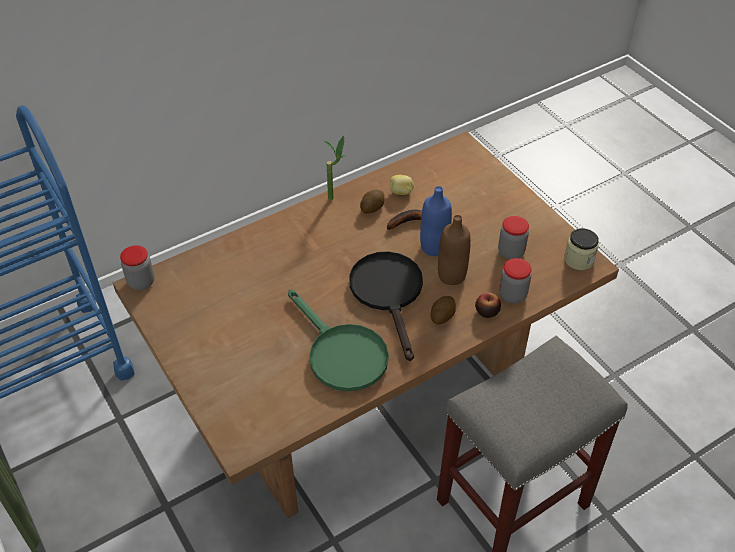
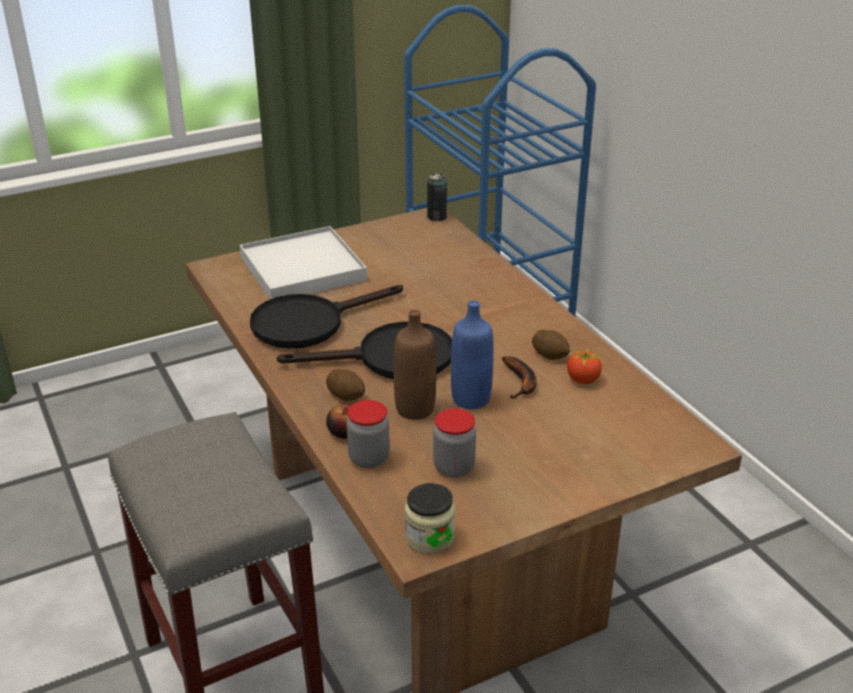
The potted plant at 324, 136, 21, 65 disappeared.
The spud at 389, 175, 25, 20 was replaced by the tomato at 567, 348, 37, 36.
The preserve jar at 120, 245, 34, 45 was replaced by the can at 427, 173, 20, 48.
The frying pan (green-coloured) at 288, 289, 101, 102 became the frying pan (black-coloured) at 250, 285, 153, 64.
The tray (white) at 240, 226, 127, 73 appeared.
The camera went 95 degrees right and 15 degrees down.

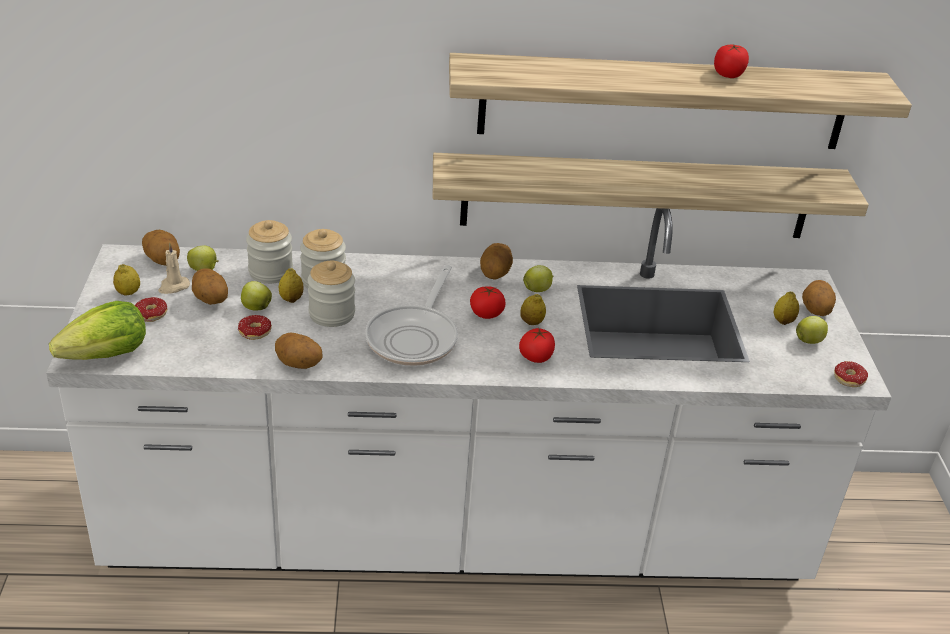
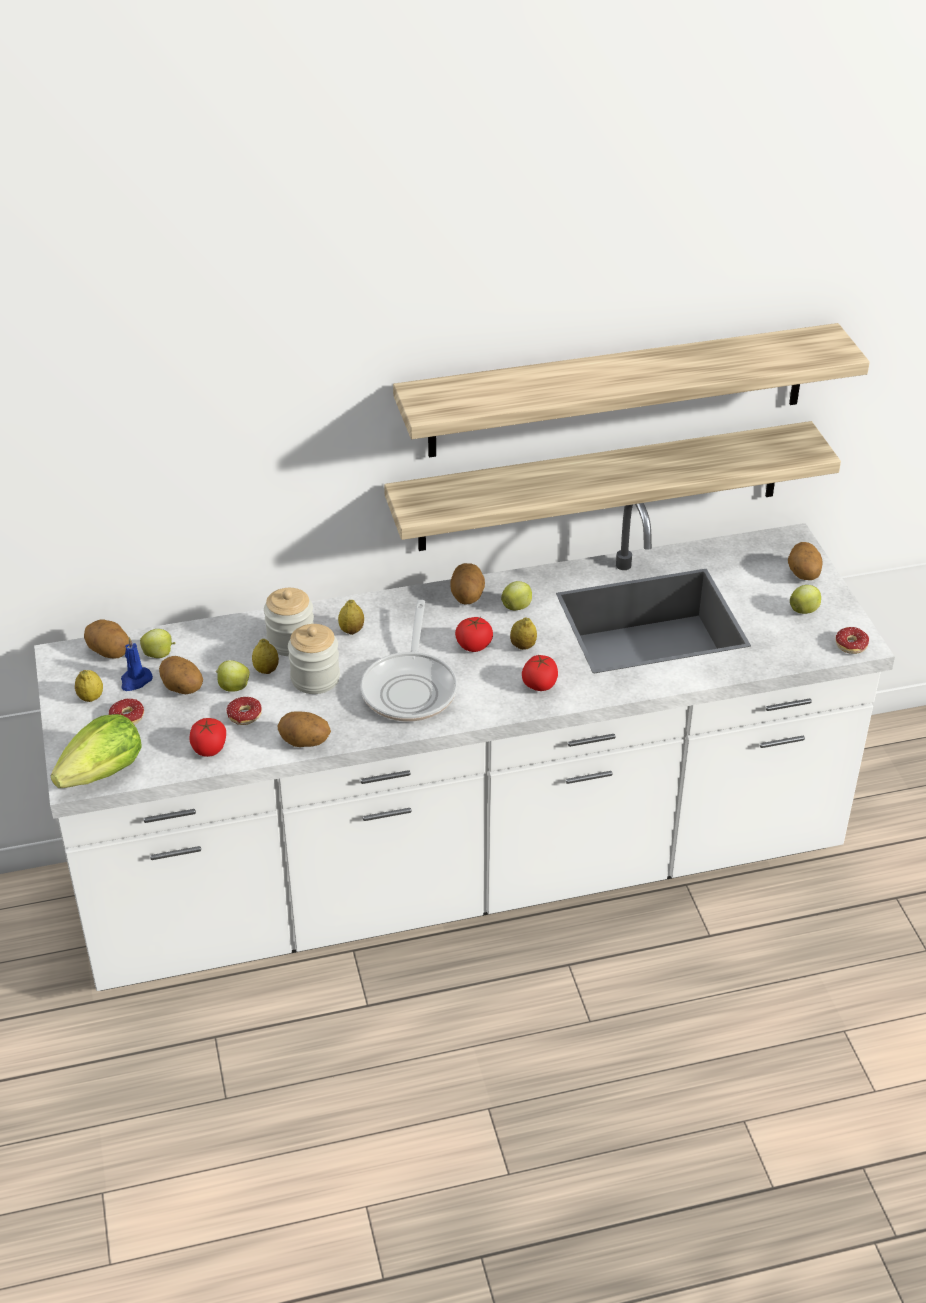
The tomato moved from 714, 45, 35, 33 to 190, 718, 36, 39.
The preserve jar at 246, 220, 47, 64 disappeared.
The candle (sand-coloured) at 158, 242, 32, 52 became the candle (blue) at 121, 637, 32, 54.
The lemon moved from 774, 291, 25, 34 to 338, 600, 26, 35.
The camera went 10 degrees left and 5 degrees up.

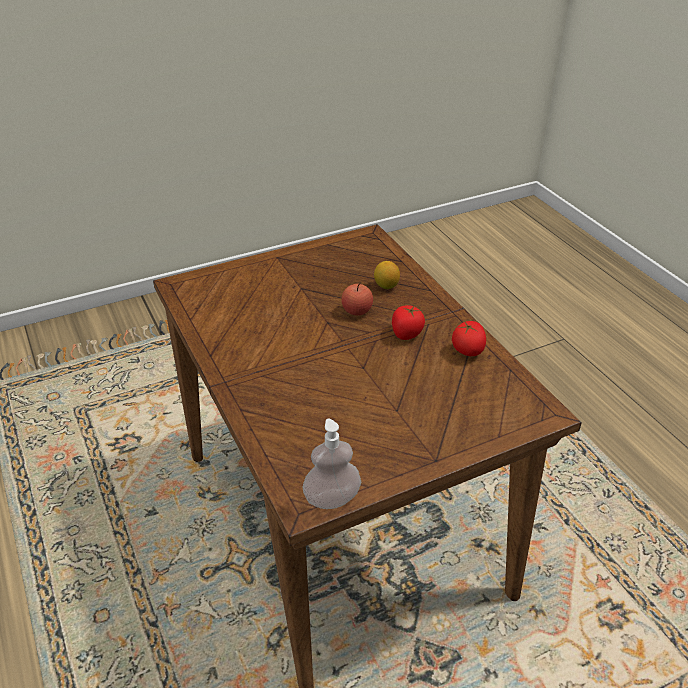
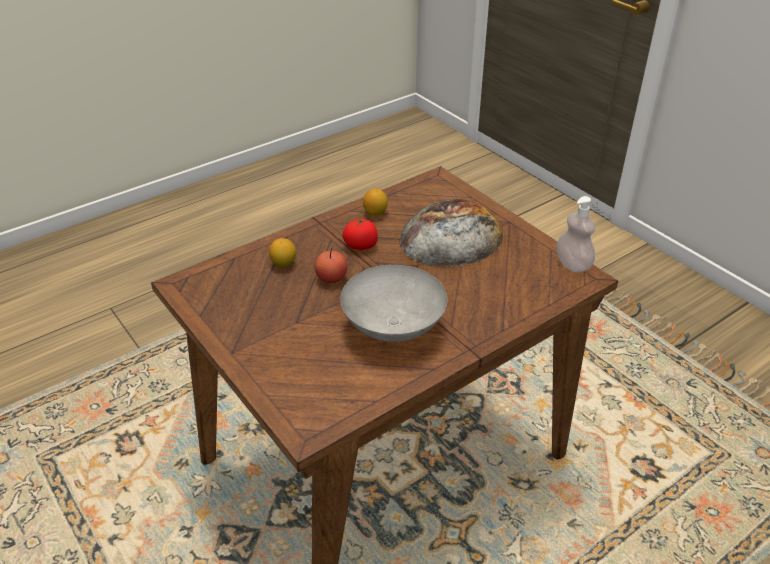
The tomato at 452, 321, 34, 35 was replaced by the lemon at 363, 189, 25, 26.
The bakery bread at 399, 198, 105, 69 appeared.
The deep dish (greyish) at 340, 265, 107, 77 appeared.
The camera went 100 degrees left and 0 degrees up.

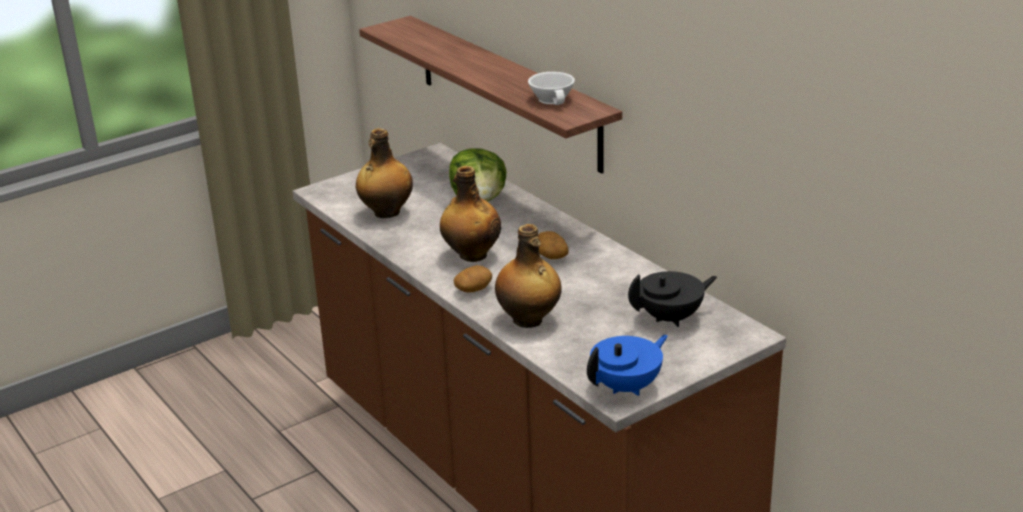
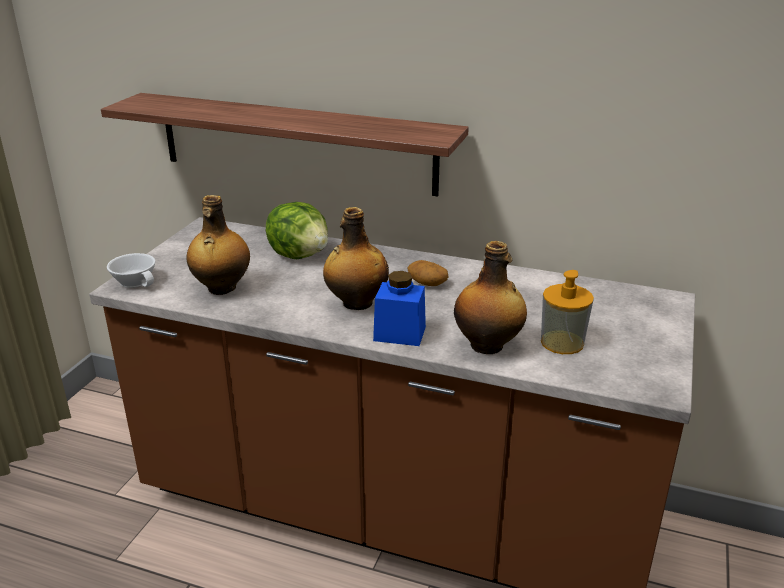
The drinking cup (white) moved from 528, 72, 47, 33 to 107, 253, 48, 35.
The spud at 454, 265, 38, 27 was replaced by the preserve jar (blue) at 373, 271, 53, 75.
The teapot (black-coloured) at 628, 271, 89, 56 disappeared.
The teapot (blue) at 587, 335, 81, 61 disappeared.
The soap bottle at 541, 270, 53, 84 appeared.
The camera went 35 degrees left and 0 degrees up.

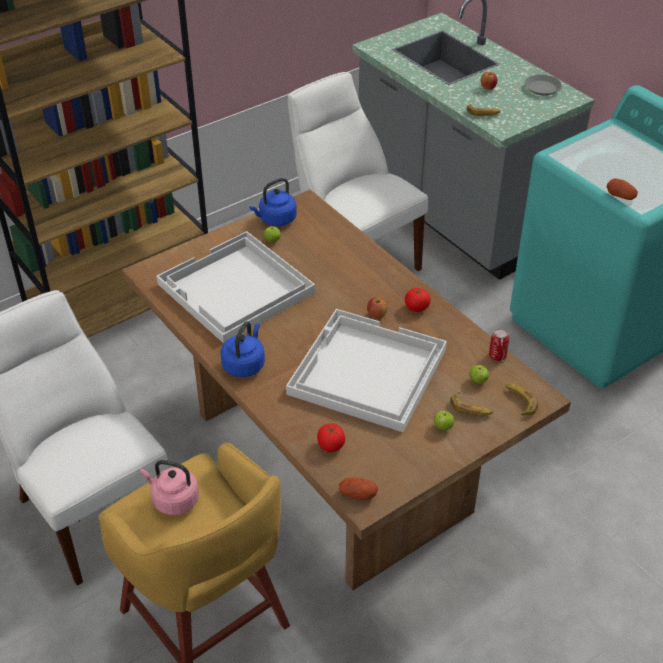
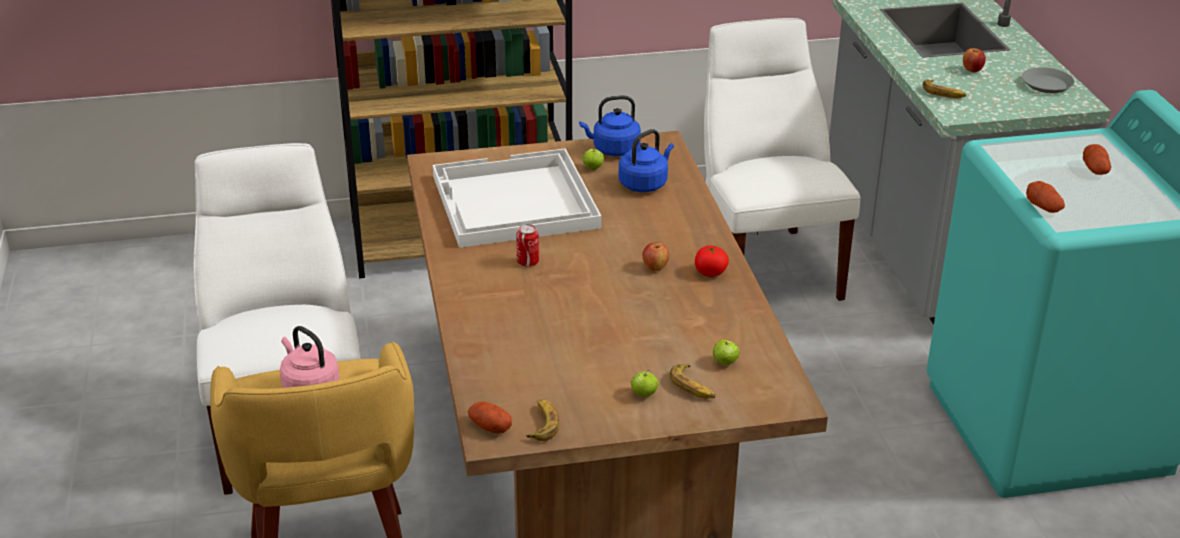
The tray (white) at 286, 309, 161, 123 disappeared.
The tea kettle (blue) moved from 220, 321, 45, 56 to 619, 129, 55, 63.
The can moved from 489, 328, 20, 33 to 516, 224, 23, 43.
The banana fruit moved from 506, 384, 32, 31 to 526, 400, 33, 41.
The tomato at 317, 423, 28, 29 disappeared.
The spud at 1083, 144, 28, 31 appeared.
The camera went 25 degrees right and 10 degrees down.

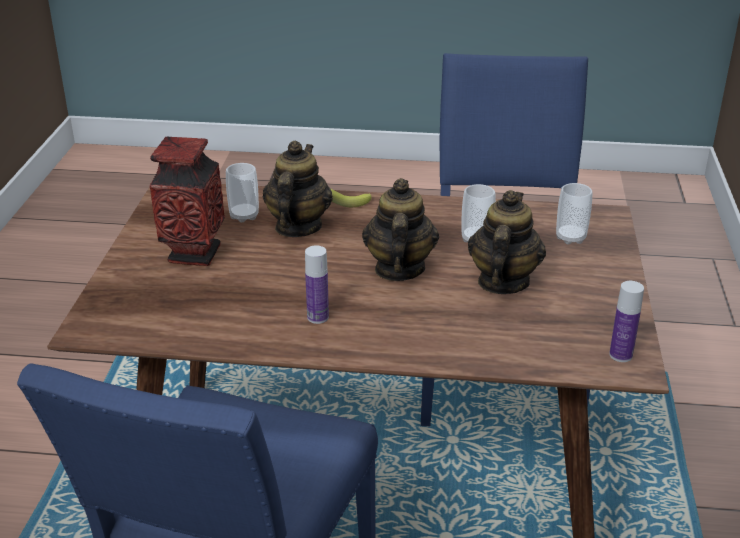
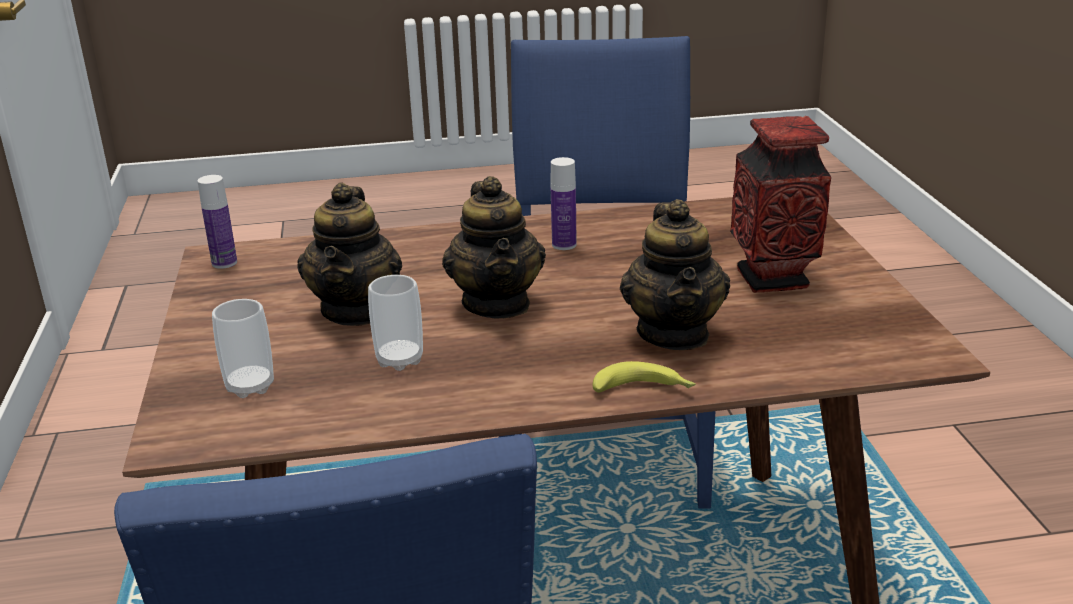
The drinking cup at 226, 163, 33, 59 disappeared.
The camera went 165 degrees right and 5 degrees down.

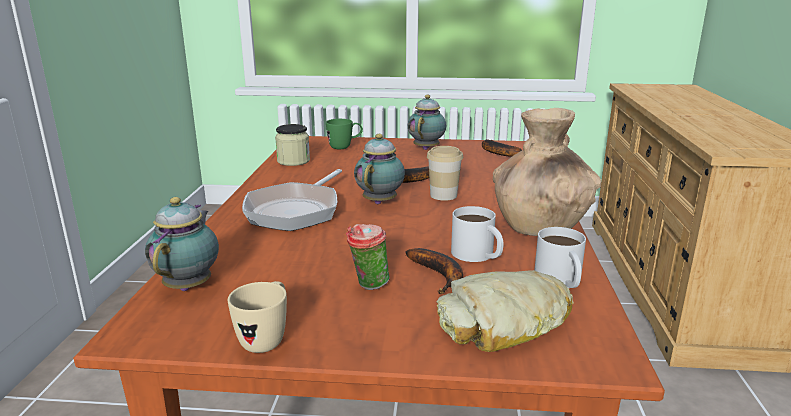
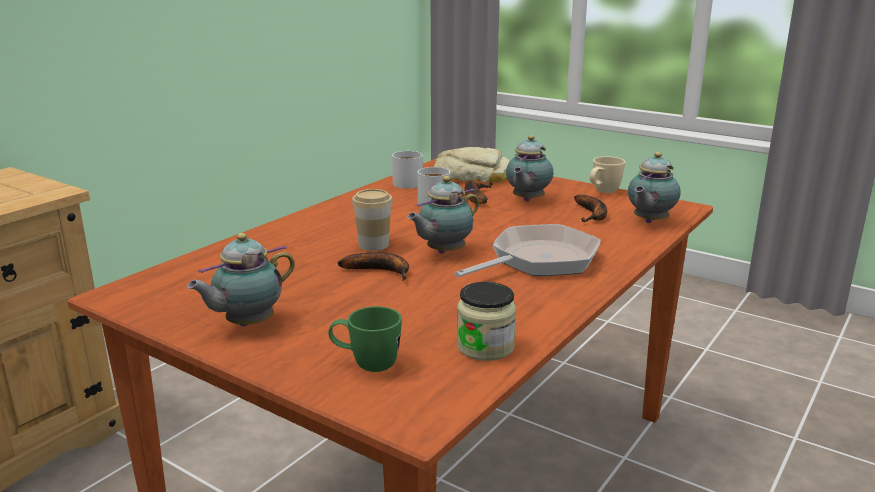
The vase (brown-coloured) at 493, 108, 108, 128 disappeared.
The banana fruit moved from 482, 139, 40, 18 to 574, 195, 33, 27.
The drinking cup at 346, 224, 43, 66 was replaced by the teapot at 506, 135, 47, 67.
The camera went 150 degrees left and 0 degrees up.

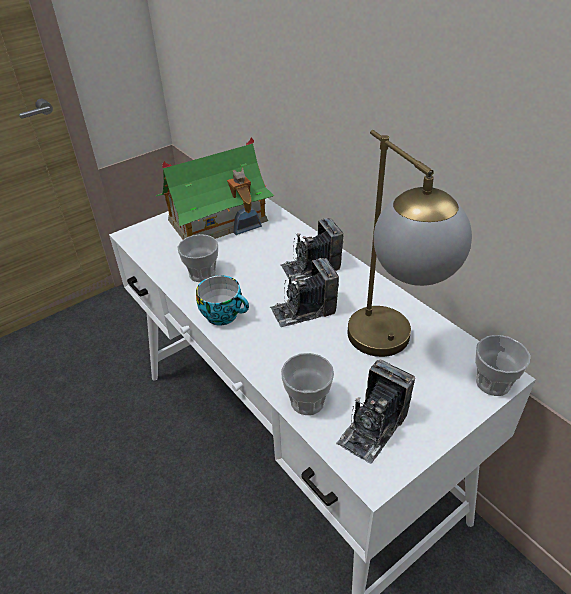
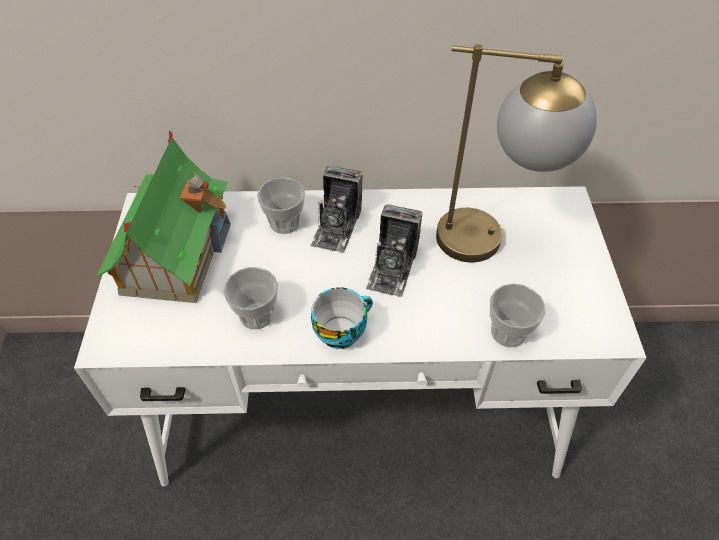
The drinking cup moved from 475, 335, 55, 61 to 257, 177, 48, 57.
The photo camera at 336, 359, 79, 105 disappeared.
The camera went 55 degrees left and 10 degrees up.

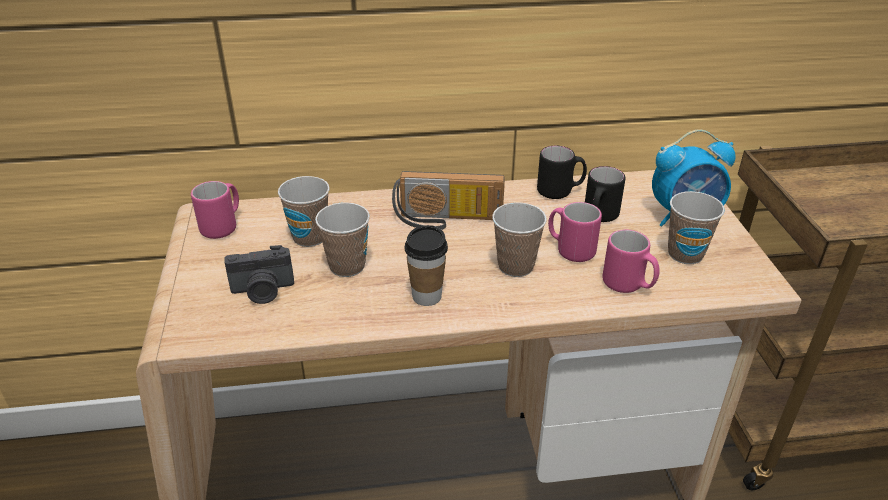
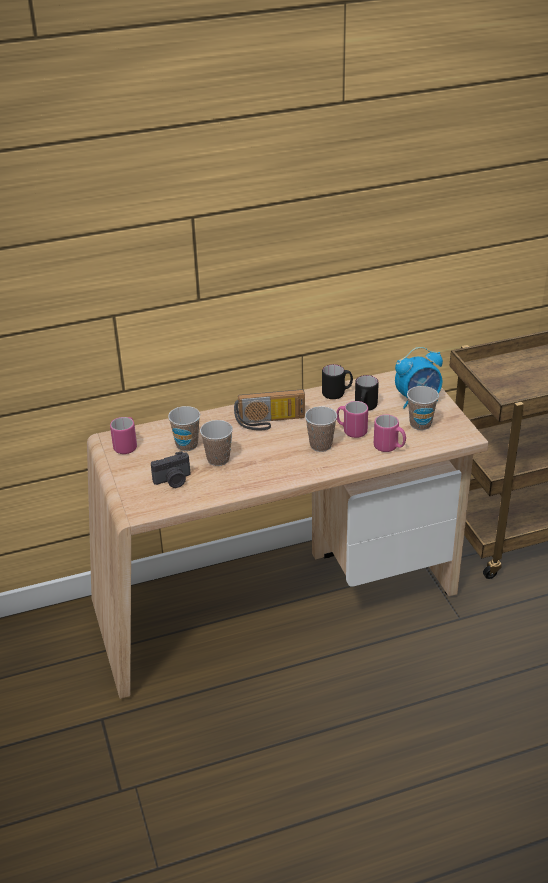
The drinking cup at 404, 225, 44, 81 disappeared.
The camera went 10 degrees left and 0 degrees up.

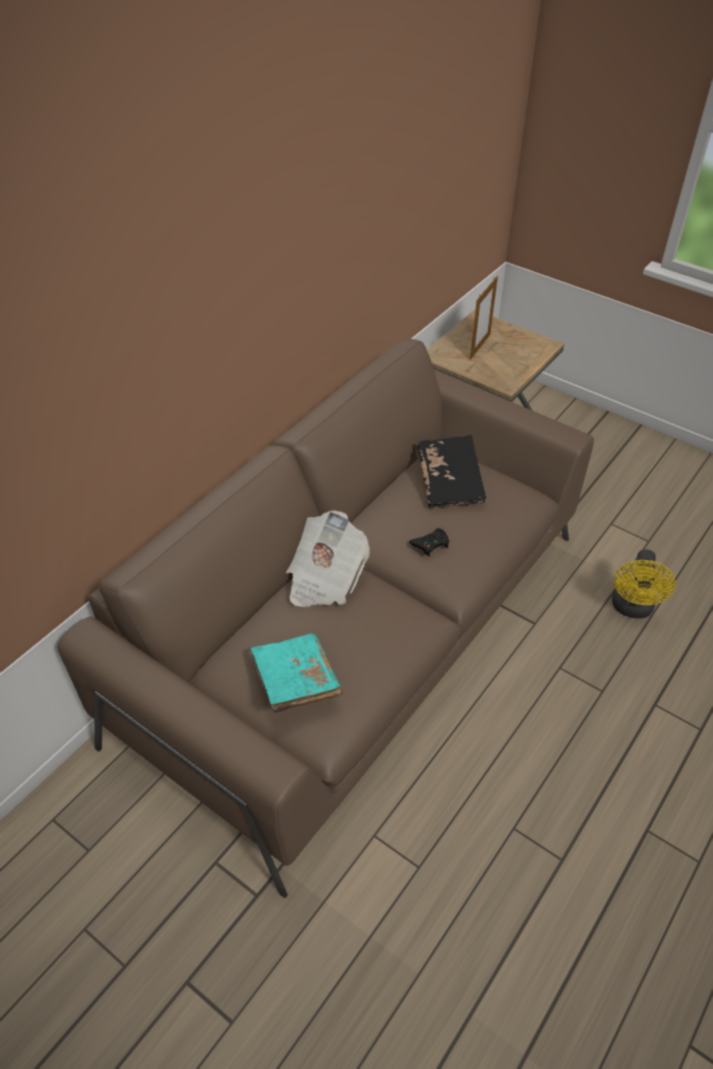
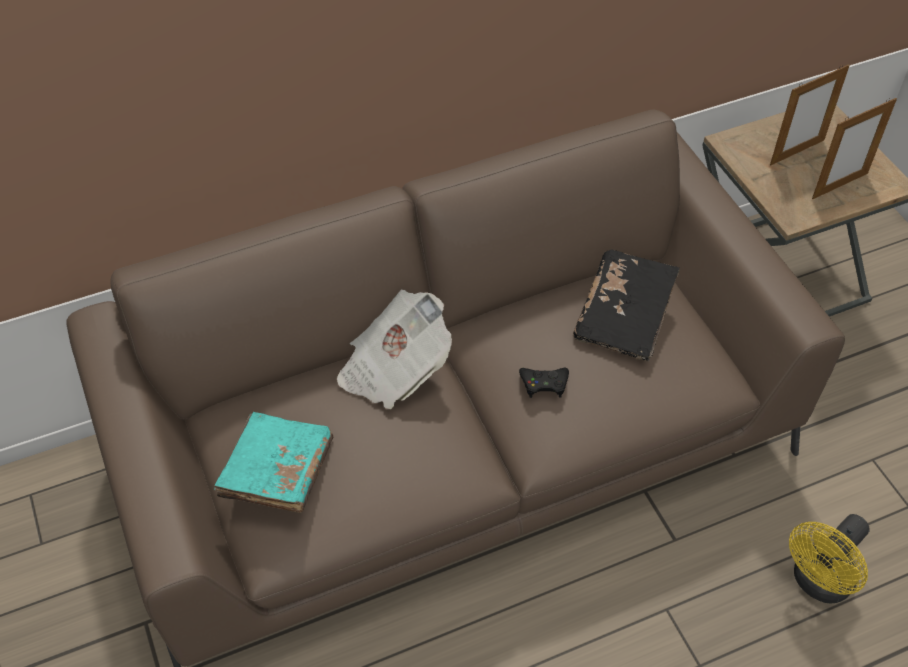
The standing frame at 812, 98, 85, 101 appeared.
The camera went 30 degrees right and 5 degrees up.

